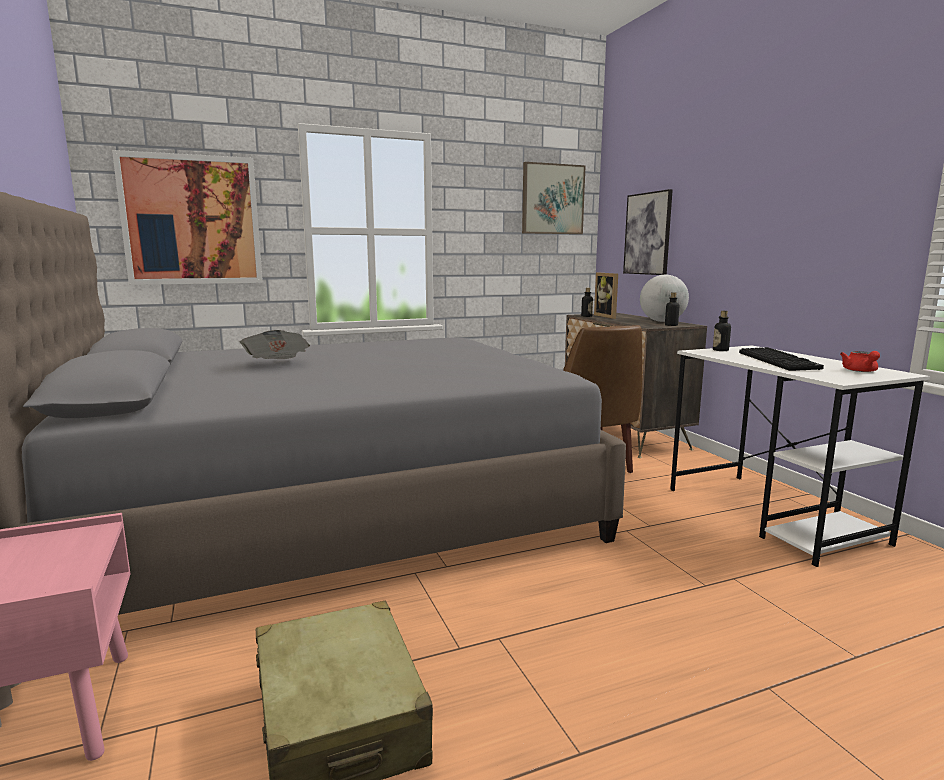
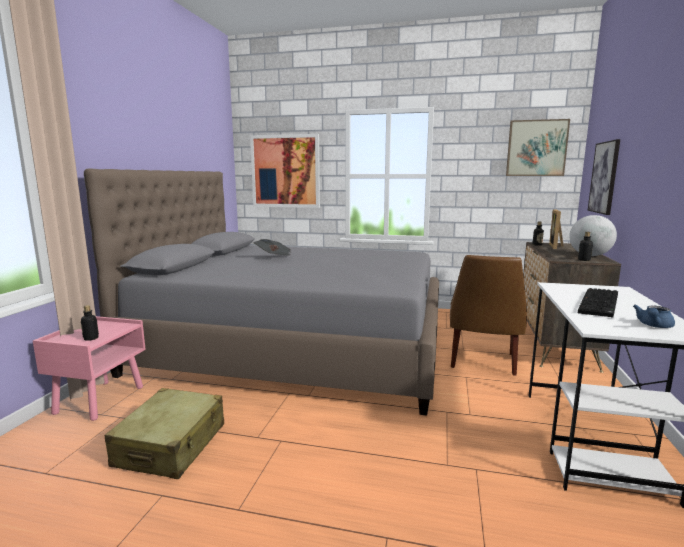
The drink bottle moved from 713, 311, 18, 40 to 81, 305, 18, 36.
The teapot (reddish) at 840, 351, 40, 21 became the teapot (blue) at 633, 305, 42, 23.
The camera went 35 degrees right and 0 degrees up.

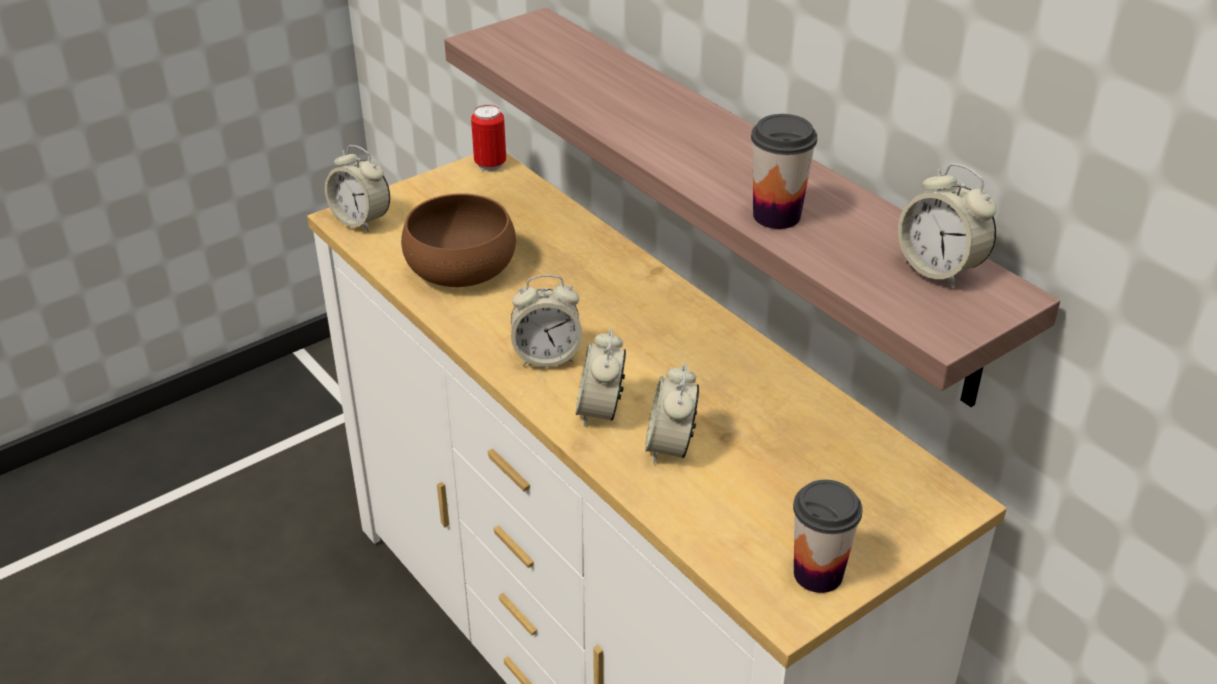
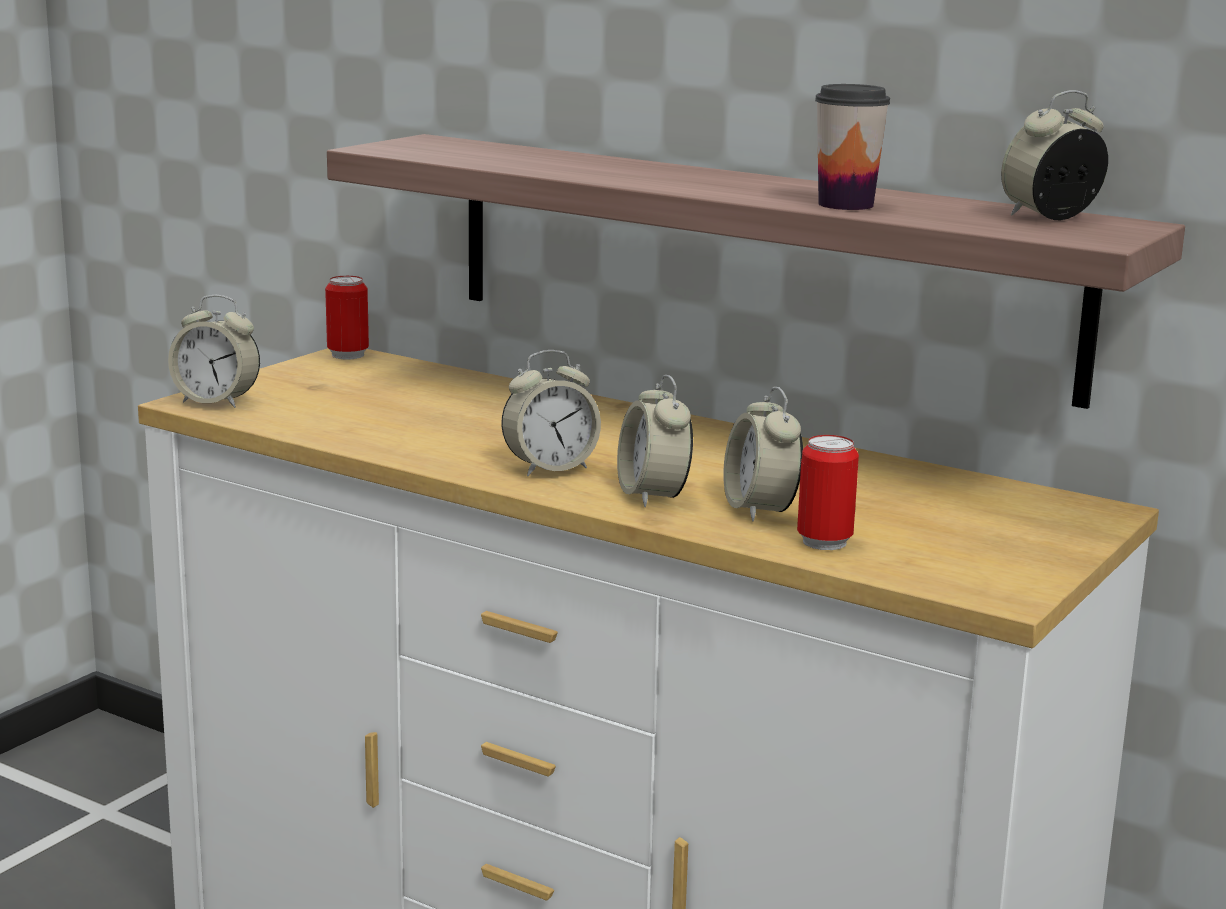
The alarm clock at 898, 163, 98, 125 turned 120 degrees clockwise.
The deep dish (brown-coloured) at 401, 193, 115, 94 disappeared.
The drinking cup at 793, 480, 70, 113 disappeared.
The can at 797, 435, 62, 115 appeared.
The camera went 20 degrees left and 20 degrees down.

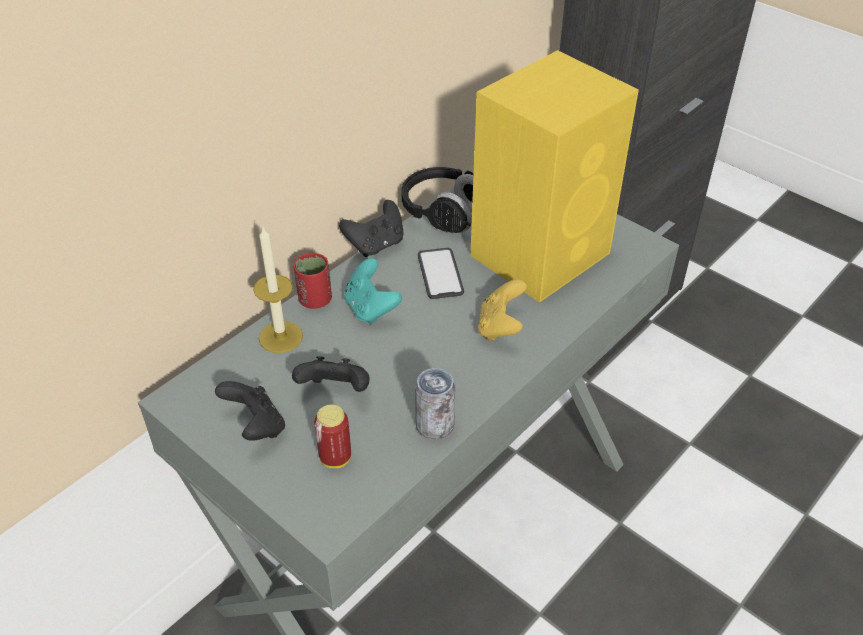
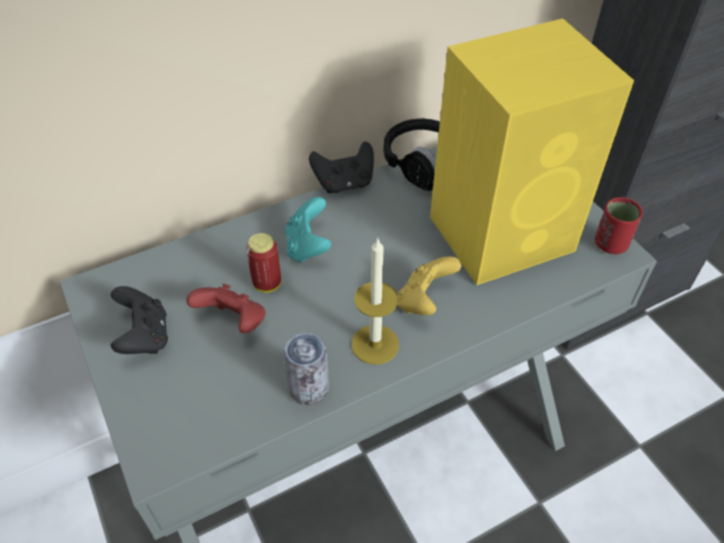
The candle moved from 253, 227, 50, 126 to 351, 237, 48, 128.
The telephone at 418, 248, 46, 51 disappeared.
The drinking cup (reddish) moved from 294, 253, 38, 56 to 595, 197, 48, 57.
The gamepad (black-coloured) at 292, 356, 77, 36 became the gamepad (reddish) at 186, 284, 80, 49.
The can moved from 314, 405, 37, 63 to 246, 233, 35, 60.
The camera went 20 degrees right and 5 degrees up.

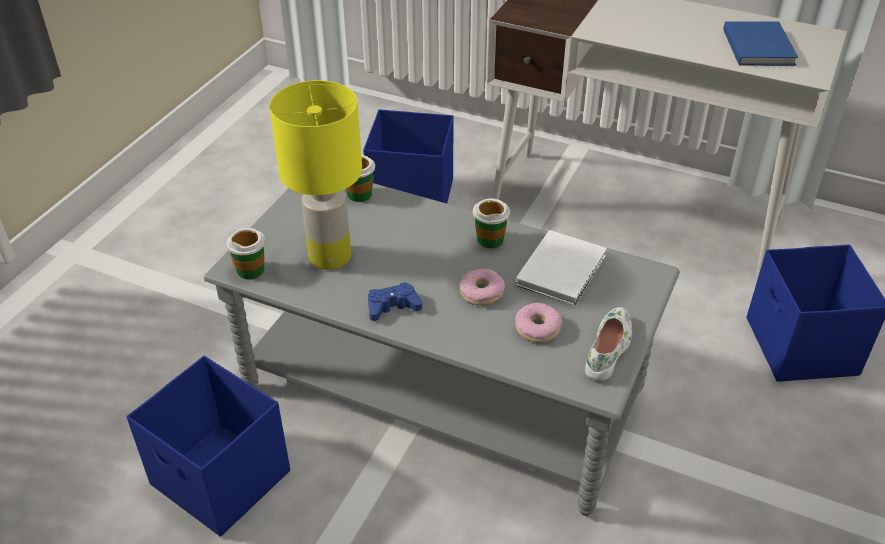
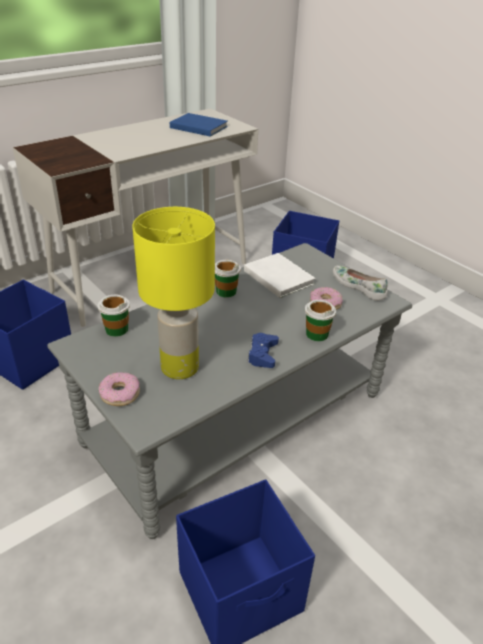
The drinking cup moved from 226, 228, 39, 51 to 305, 300, 31, 41.
The ring doughnut moved from 459, 269, 46, 37 to 98, 372, 42, 34.
The camera went 65 degrees left and 5 degrees down.

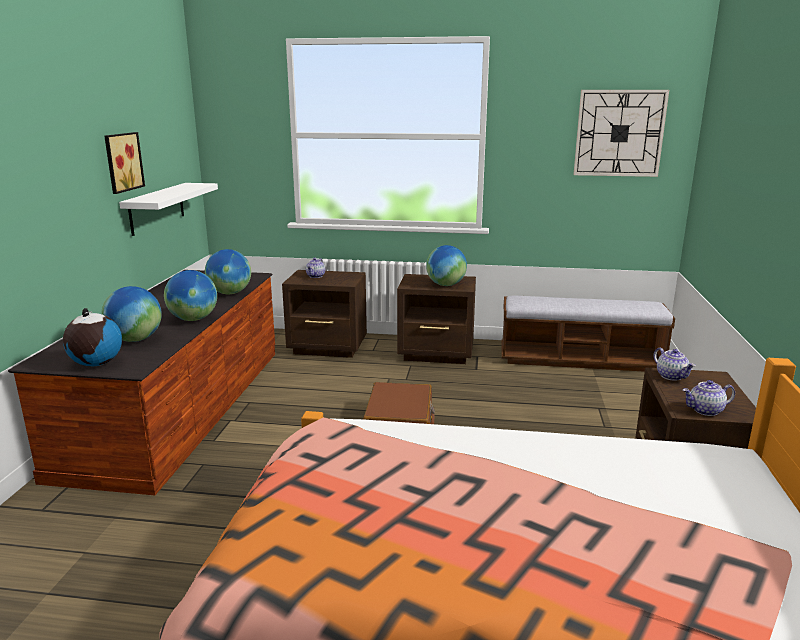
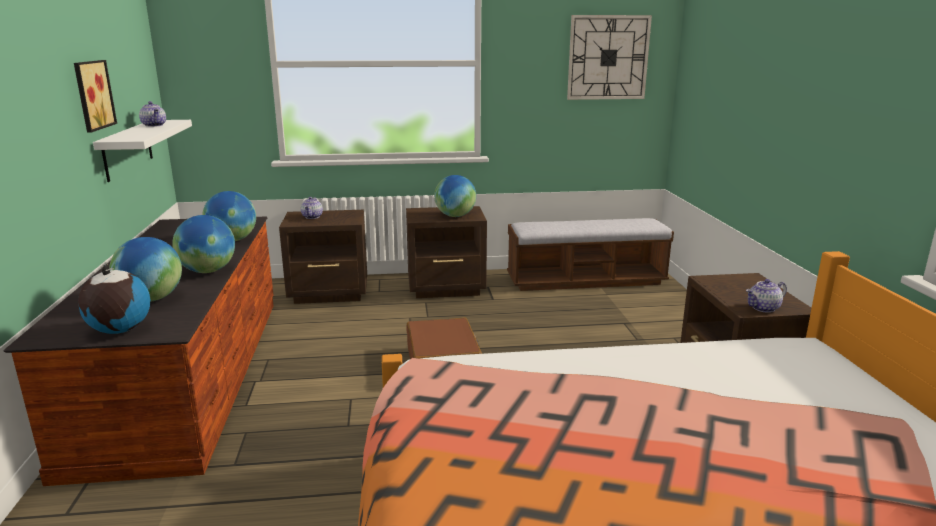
The teapot moved from 654, 348, 41, 33 to 139, 101, 27, 26.
The camera went 15 degrees left and 0 degrees up.

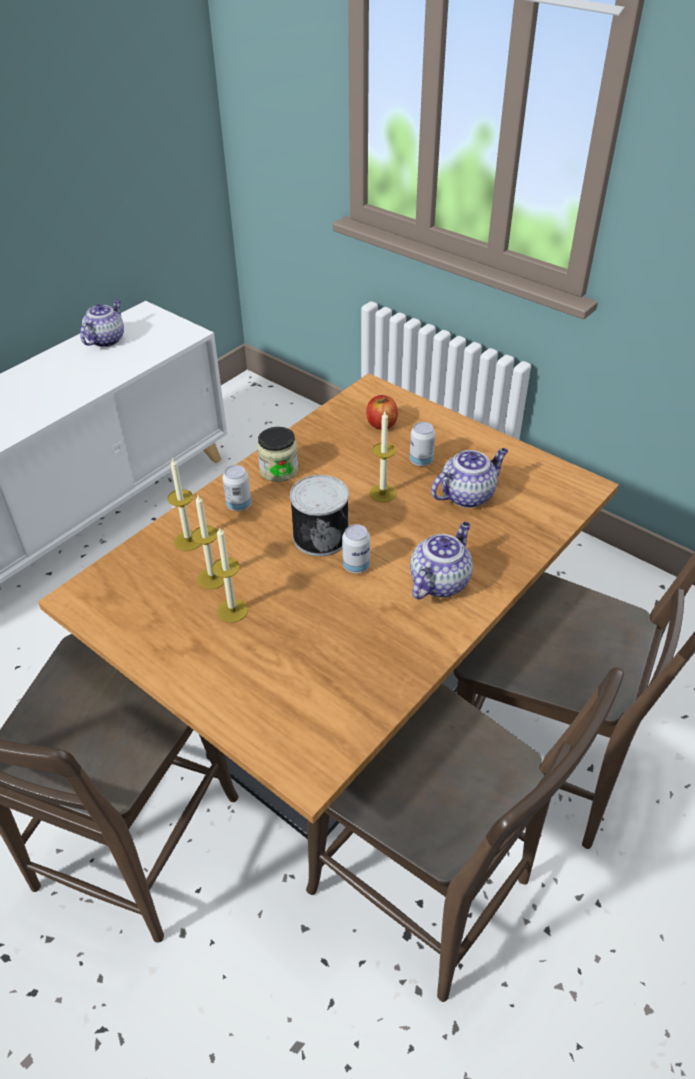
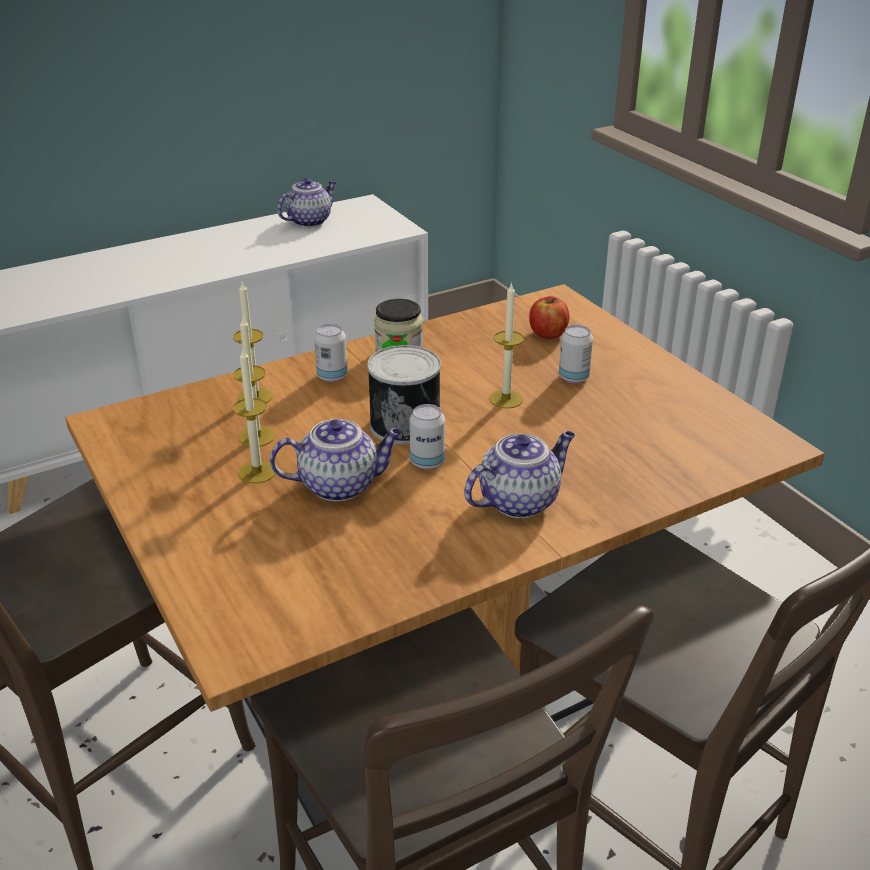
The teapot moved from 431, 448, 77, 60 to 270, 419, 133, 82.
The camera went 20 degrees right and 10 degrees down.

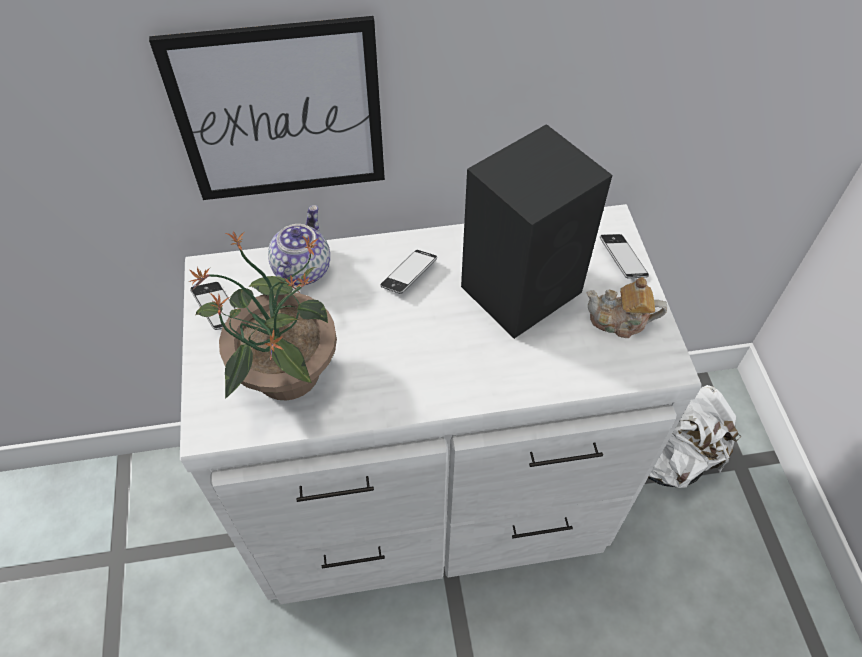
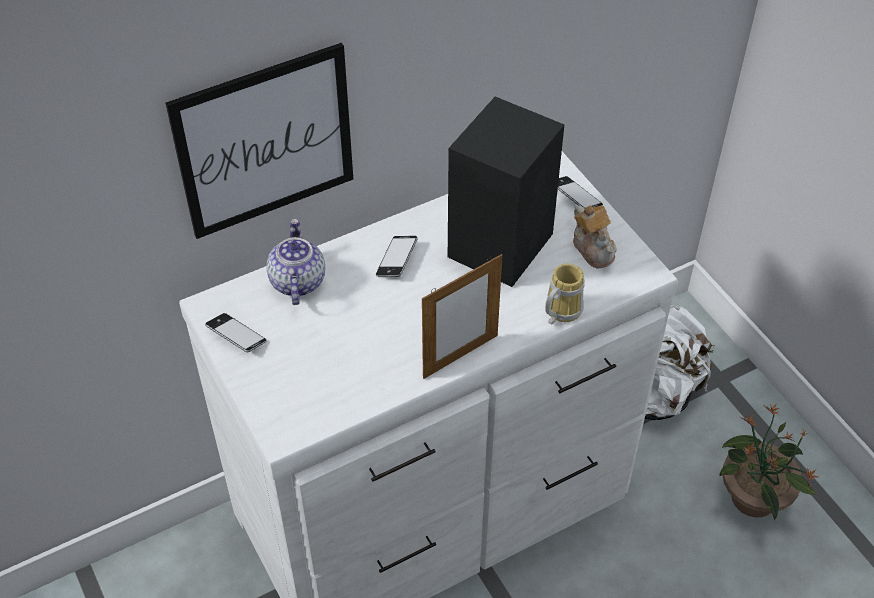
The potted plant moved from 189, 231, 148, 169 to 719, 404, 101, 117.
The teapot at 586, 277, 81, 61 turned 105 degrees counterclockwise.
The standing frame at 422, 254, 81, 125 appeared.
The coffee mug at 545, 263, 40, 61 appeared.
The camera went 20 degrees left and 5 degrees down.

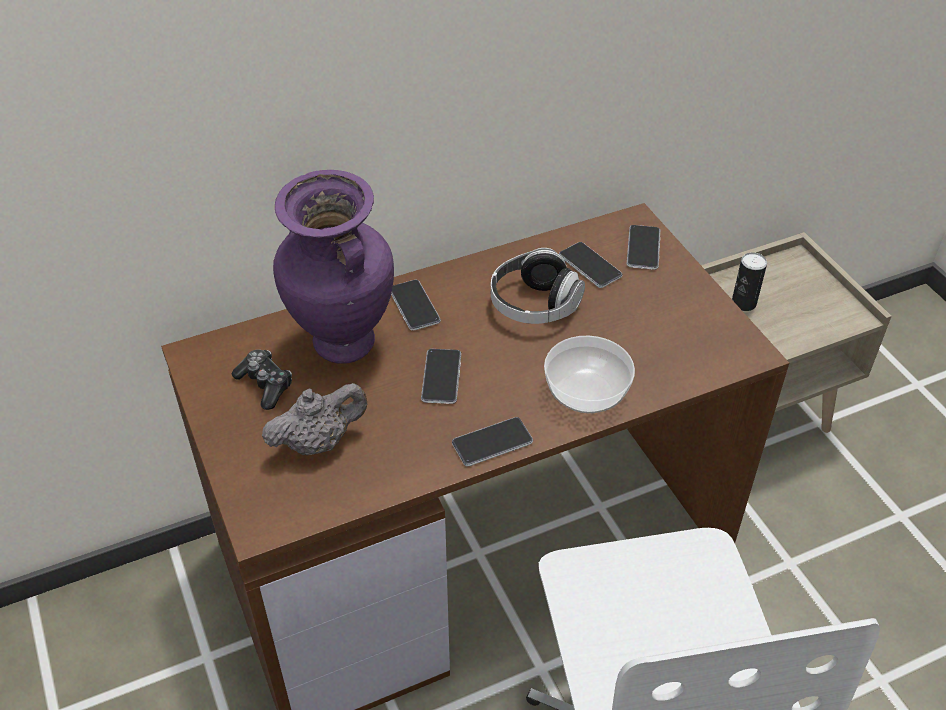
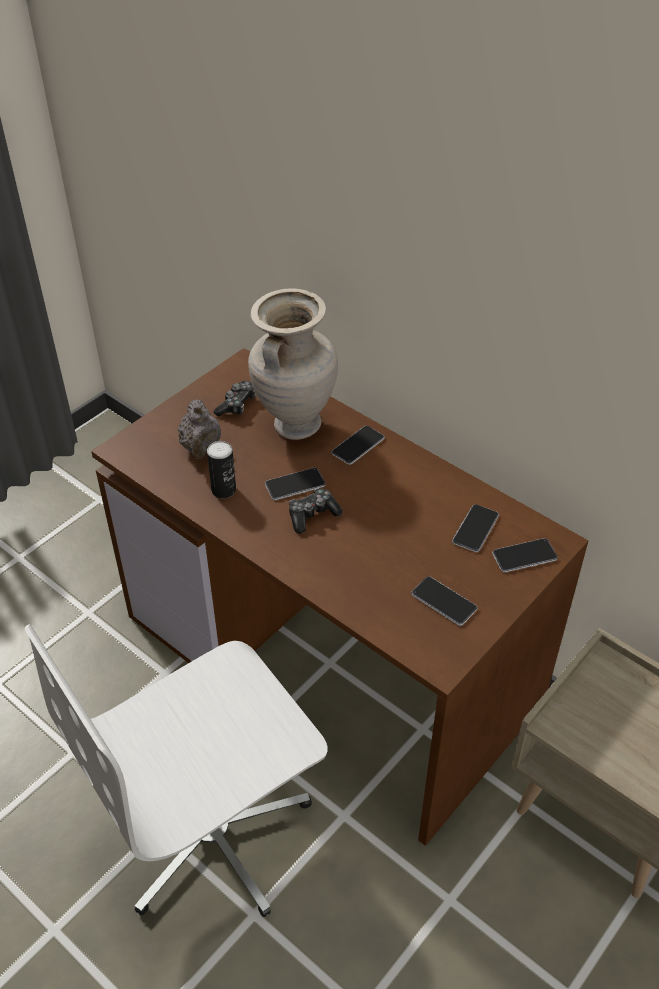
The vase (purplish) at 273, 170, 121, 194 became the vase (sand-coloured) at 248, 288, 90, 152.
The headphones at 491, 248, 94, 76 disappeared.
The can moved from 732, 252, 35, 59 to 207, 441, 29, 57.
The deep dish at 544, 336, 91, 77 disappeared.
The teapot (greyish) at 262, 383, 105, 72 turned 45 degrees clockwise.
The telephone moved from 452, 417, 81, 49 to 411, 576, 66, 50.
The gamepad at 289, 488, 54, 45 appeared.
The camera went 65 degrees right and 0 degrees up.

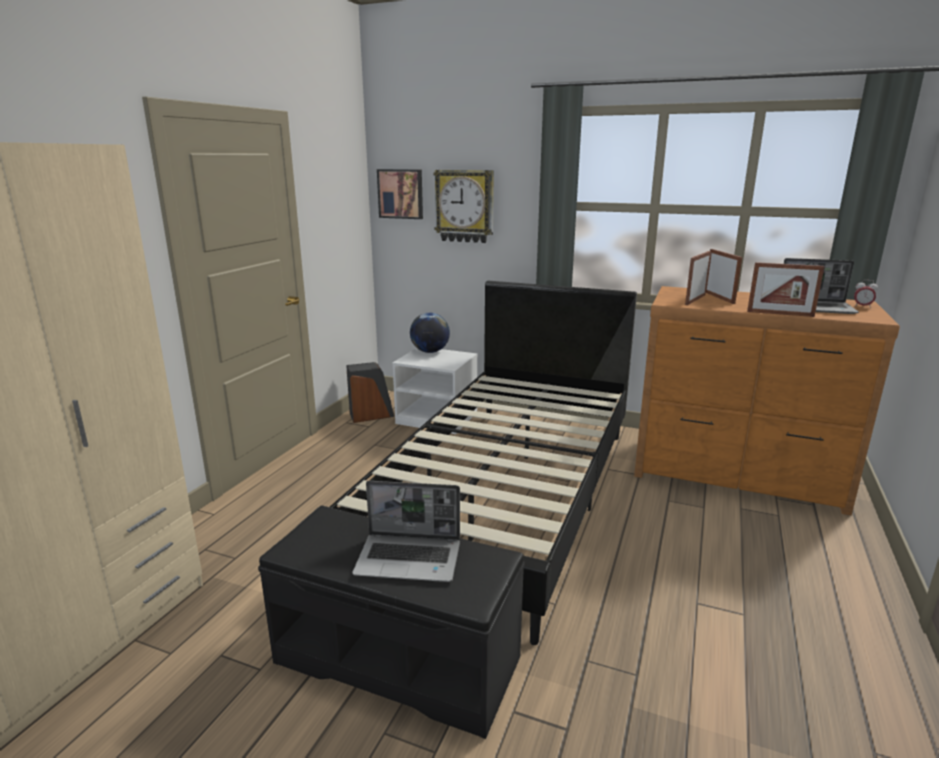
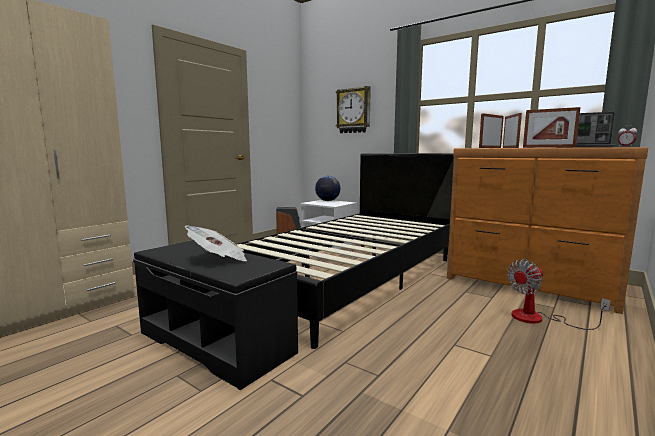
The picture at 377, 169, 46, 50 disappeared.
The portable computer at 352, 481, 108, 101 was replaced by the newspaper at 184, 225, 63, 36.
The electric fan at 507, 259, 104, 71 appeared.
The camera went 15 degrees right and 10 degrees down.

